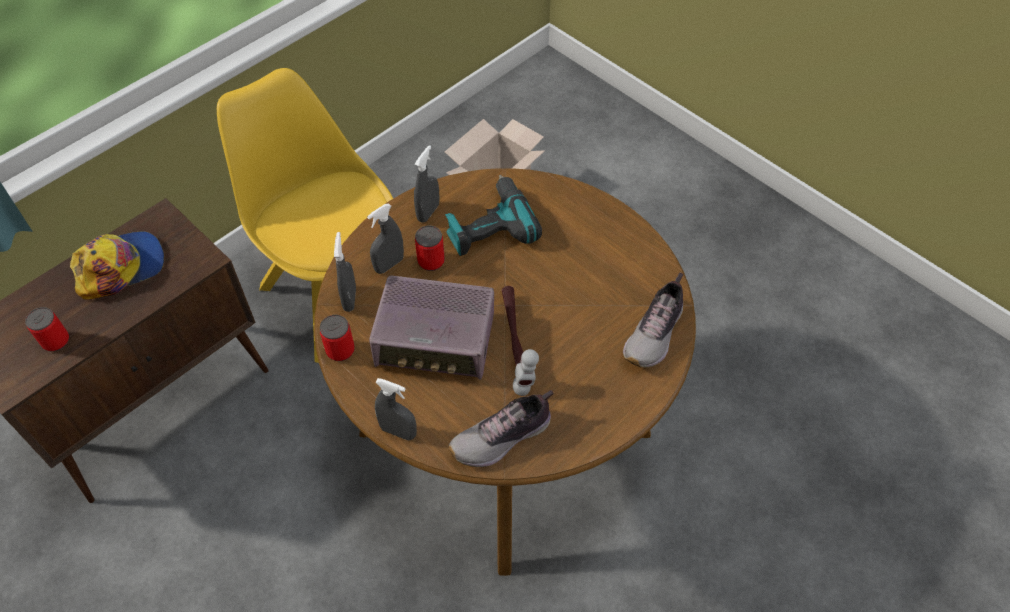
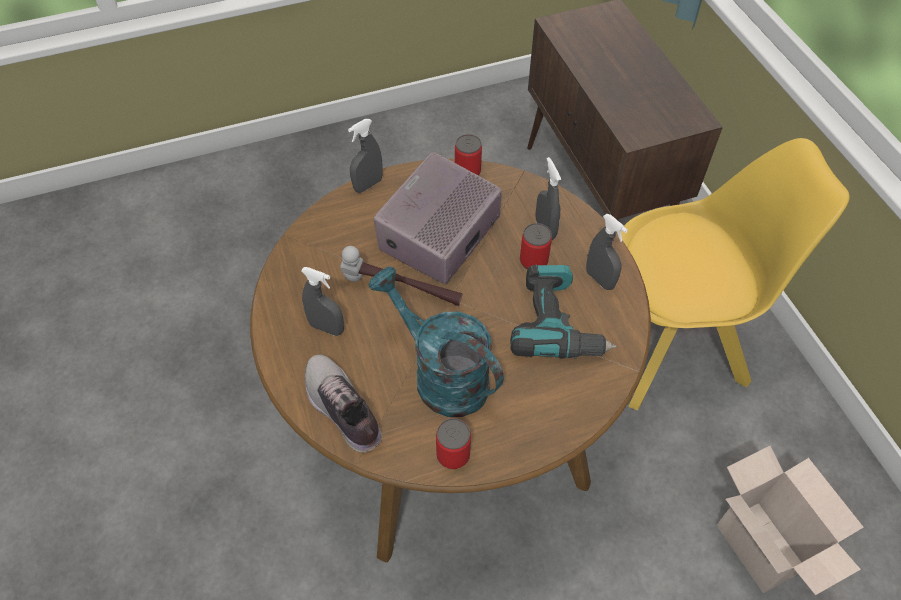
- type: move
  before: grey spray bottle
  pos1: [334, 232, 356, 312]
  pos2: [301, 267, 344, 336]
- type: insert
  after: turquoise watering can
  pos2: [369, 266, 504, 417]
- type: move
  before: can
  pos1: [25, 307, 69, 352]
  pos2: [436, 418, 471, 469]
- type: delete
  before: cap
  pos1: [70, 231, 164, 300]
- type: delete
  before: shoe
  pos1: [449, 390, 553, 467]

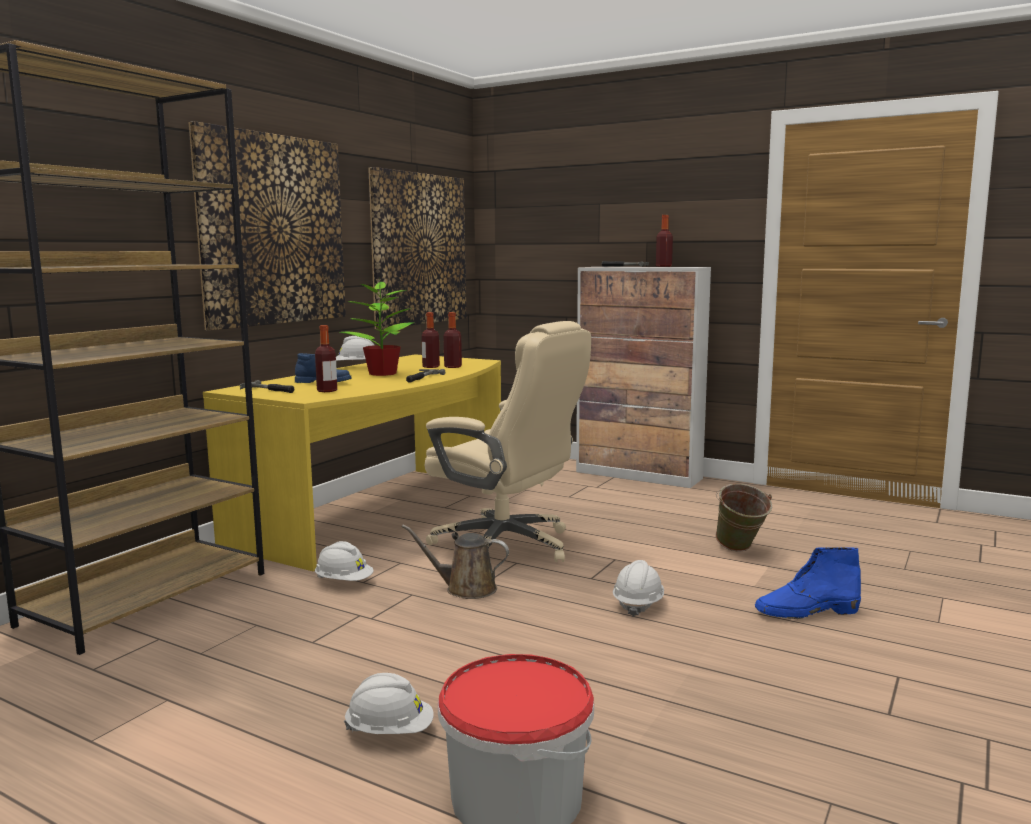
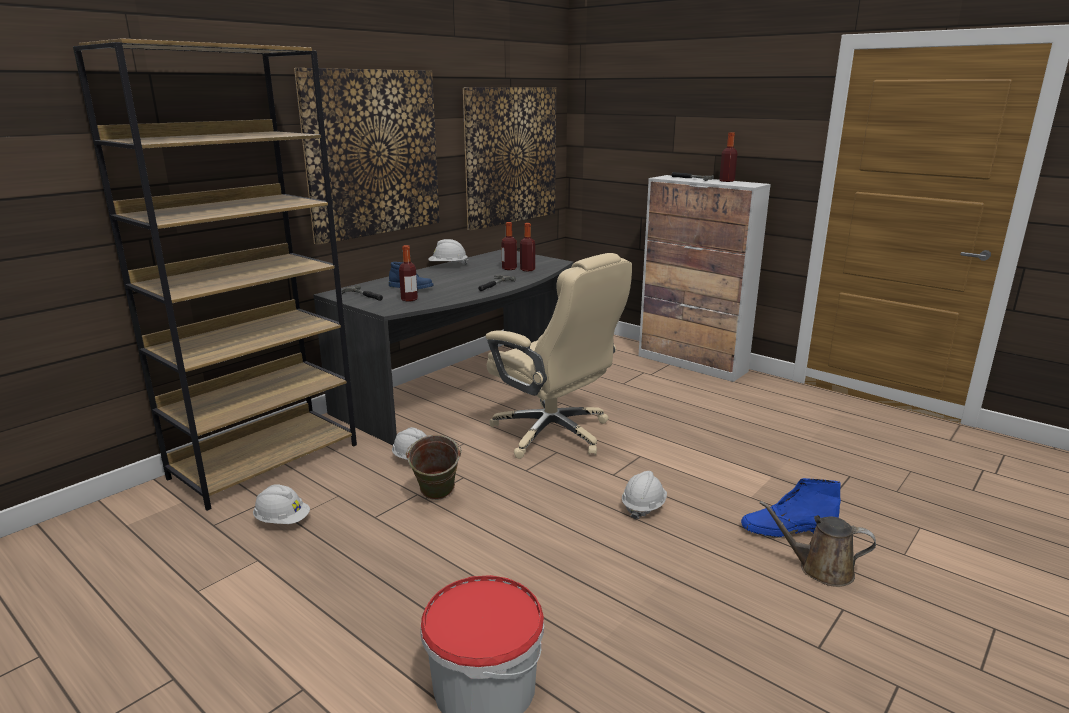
- type: move
  before: white hard hat
  pos1: [344, 673, 434, 734]
  pos2: [253, 484, 310, 524]
- type: recolor
  before: yellow desk
  after: grey desk
  pos1: [203, 354, 501, 571]
  pos2: [313, 249, 573, 445]
- type: move
  before: green bucket
  pos1: [715, 484, 772, 551]
  pos2: [406, 435, 462, 500]
- type: move
  before: brown watering can
  pos1: [402, 525, 509, 599]
  pos2: [760, 501, 876, 587]
- type: delete
  before: potted plant
  pos1: [340, 279, 413, 376]

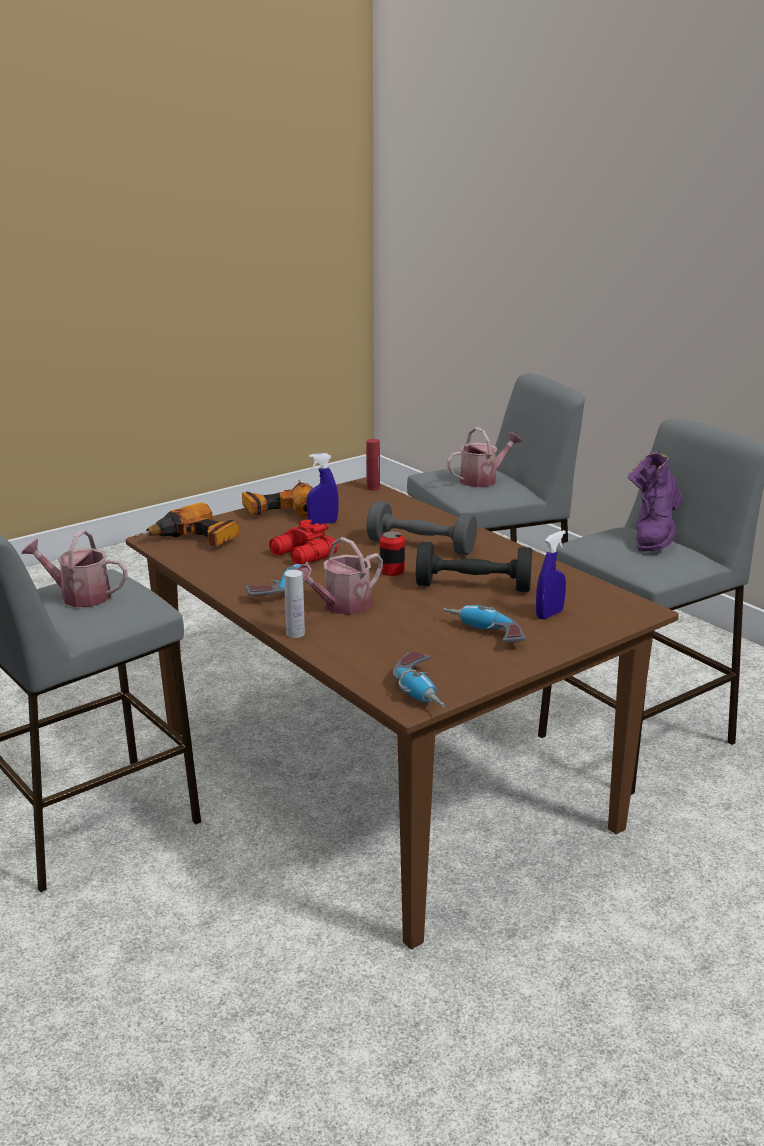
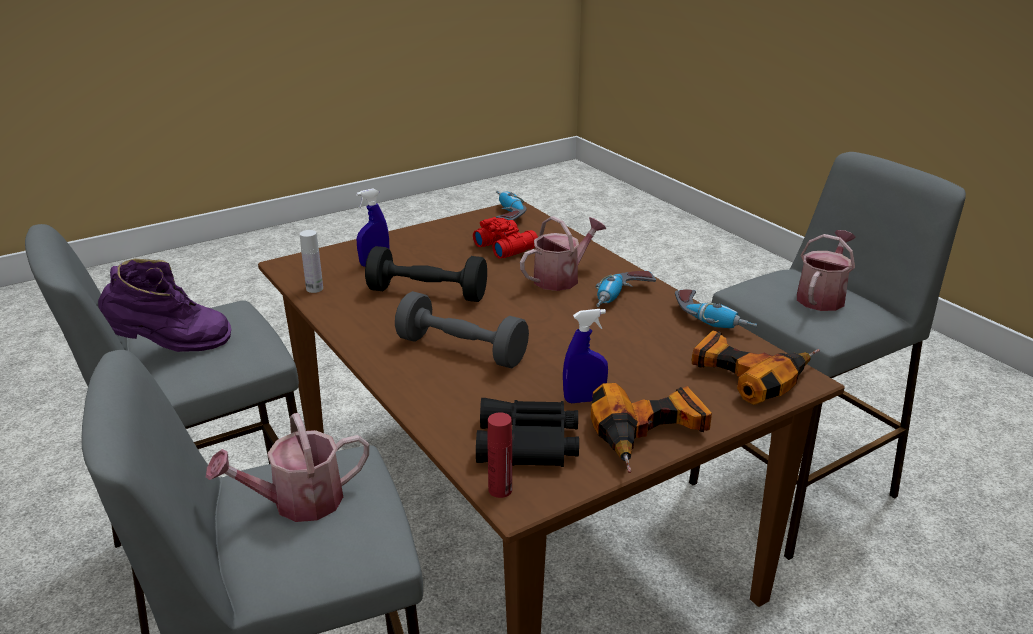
- type: rotate
  before: purple boot
  pos1: [628, 451, 683, 552]
  pos2: [98, 259, 231, 352]
  turn: 45
- type: move
  before: white bottle
  pos1: [285, 570, 305, 638]
  pos2: [300, 230, 323, 293]
- type: move
  before: red binoculars
  pos1: [269, 520, 337, 565]
  pos2: [473, 217, 538, 258]
- type: insert
  after: black binoculars
  pos2: [476, 398, 579, 467]
- type: move
  before: power drill
  pos1: [443, 605, 525, 642]
  pos2: [675, 289, 757, 328]
- type: rotate
  before: watering can
  pos1: [21, 530, 127, 607]
  pos2: [797, 230, 856, 311]
  turn: -75
- type: delete
  before: can
  pos1: [380, 531, 405, 576]

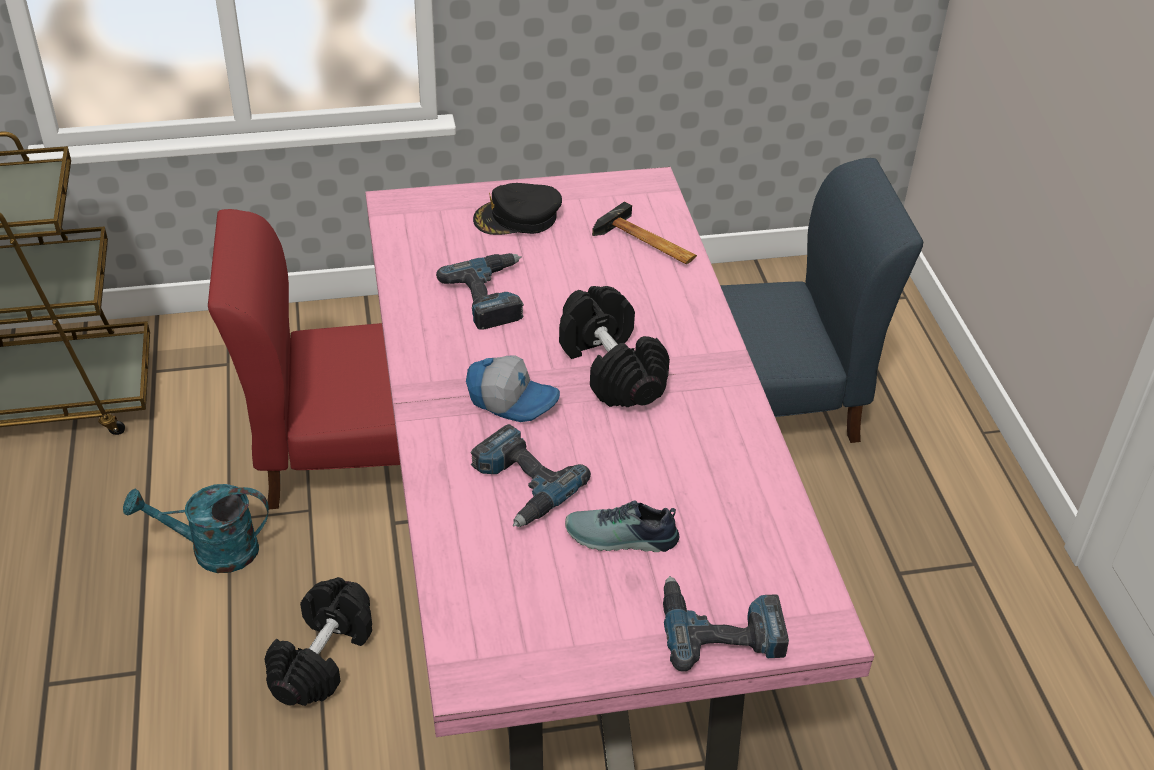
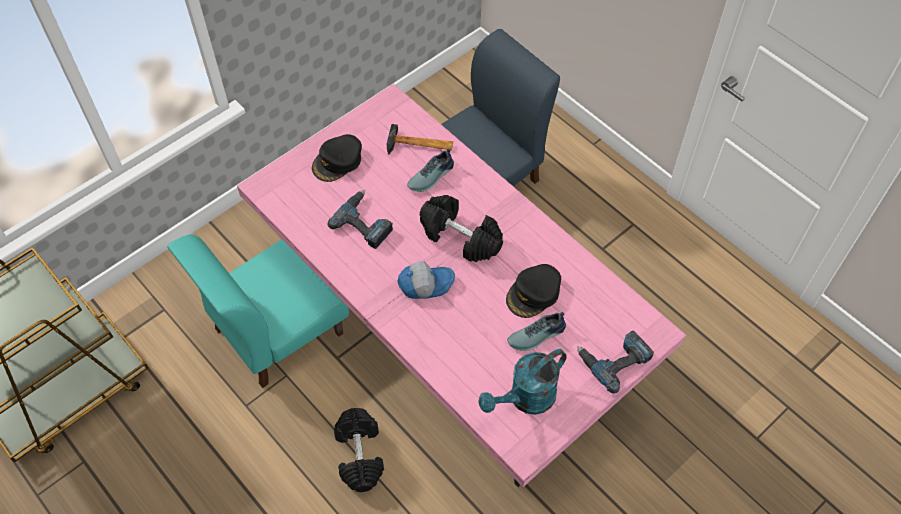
- type: recolor
  before: red chair
  after: turquoise chair
  pos1: [208, 209, 400, 509]
  pos2: [167, 234, 349, 388]
- type: insert
  after: shoe
  pos2: [407, 148, 454, 192]
- type: move
  before: turquoise watering can
  pos1: [123, 484, 269, 573]
  pos2: [478, 349, 567, 415]
- type: insert
  after: black cap
  pos2: [506, 264, 561, 318]
- type: delete
  before: power drill
  pos1: [471, 424, 591, 527]

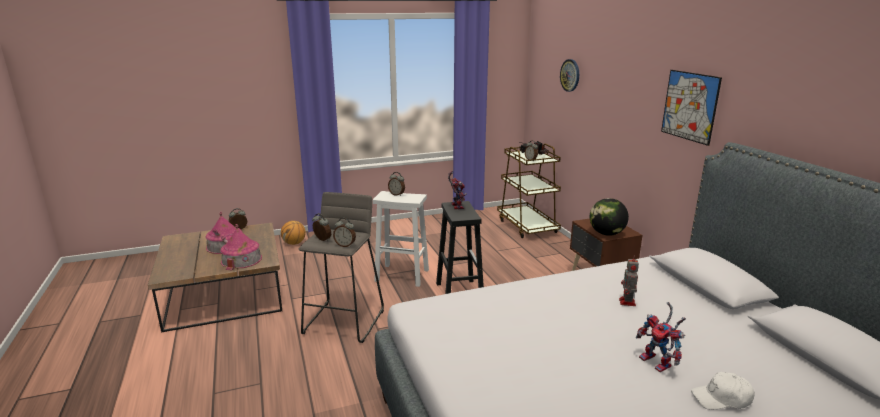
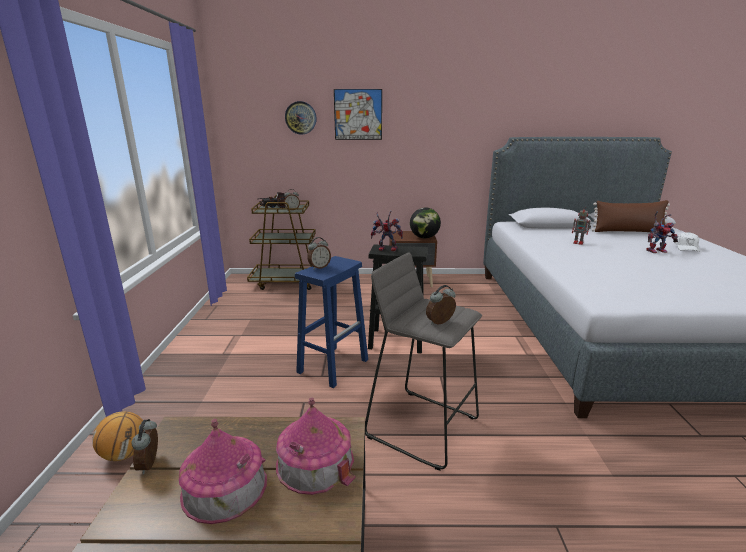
- type: recolor
  before: white stool
  after: blue stool
  pos1: [373, 191, 429, 287]
  pos2: [295, 256, 368, 388]
- type: move
  before: picture
  pos1: [661, 70, 722, 146]
  pos2: [334, 89, 382, 140]
- type: insert
  after: brown pillow
  pos2: [592, 200, 670, 232]
- type: delete
  before: alarm clock
  pos1: [333, 218, 356, 247]

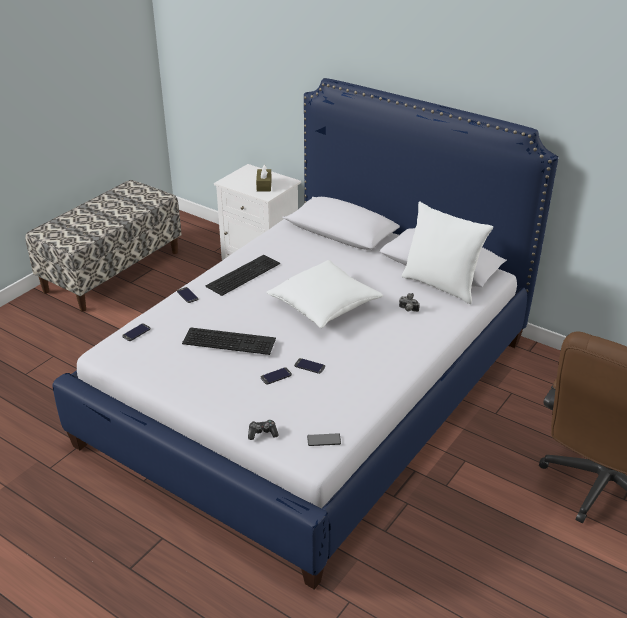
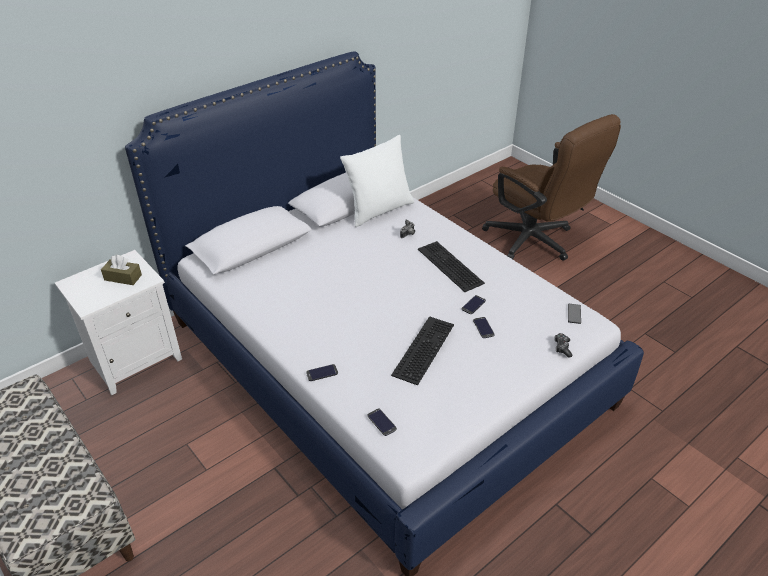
- type: move
  before: keyboard
  pos1: [205, 255, 280, 296]
  pos2: [418, 241, 485, 292]
- type: delete
  before: white pillow
  pos1: [266, 260, 383, 328]

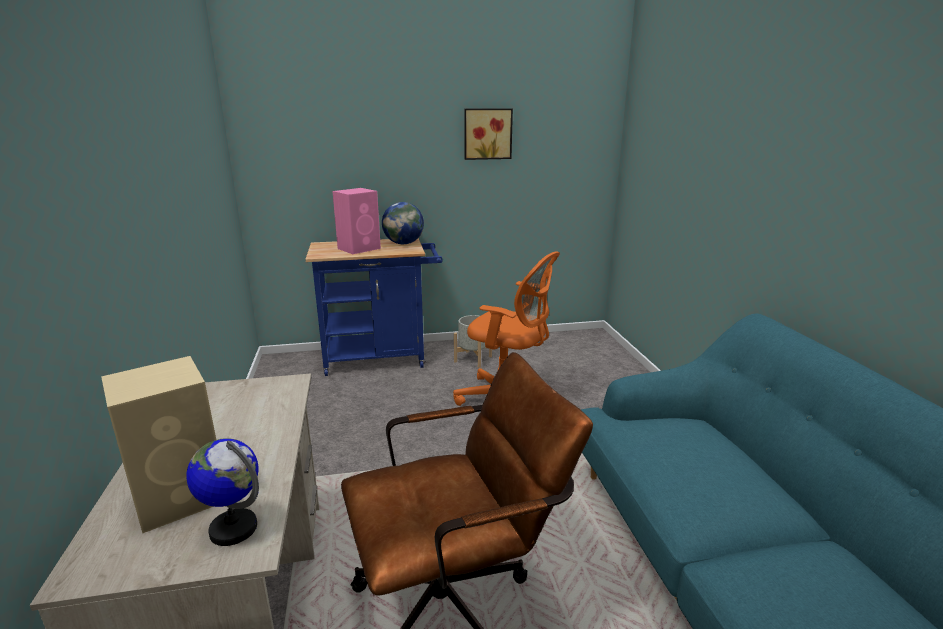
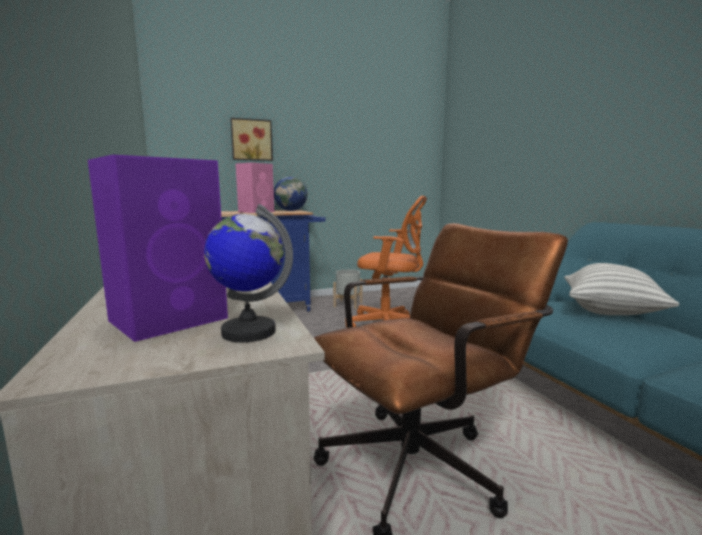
- type: recolor
  before: beige speaker
  after: purple speaker
  pos1: [101, 356, 216, 533]
  pos2: [88, 155, 228, 342]
- type: move
  before: picture
  pos1: [464, 109, 513, 160]
  pos2: [230, 118, 273, 161]
- type: insert
  after: pillow
  pos2: [564, 263, 679, 315]

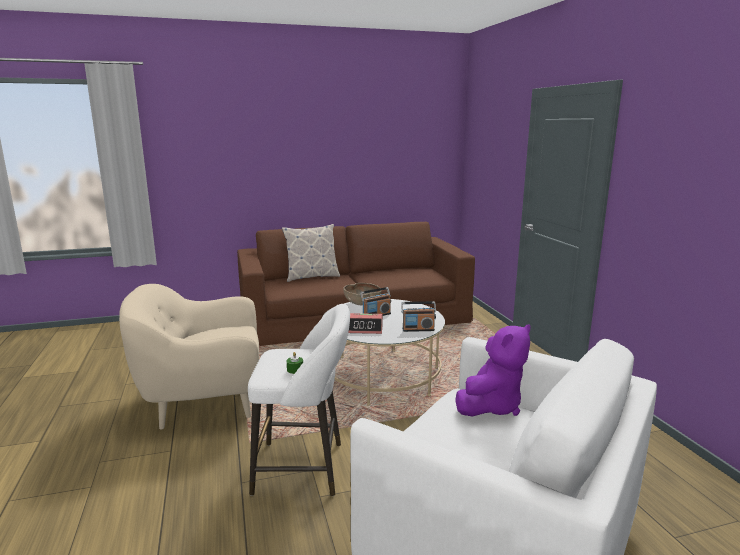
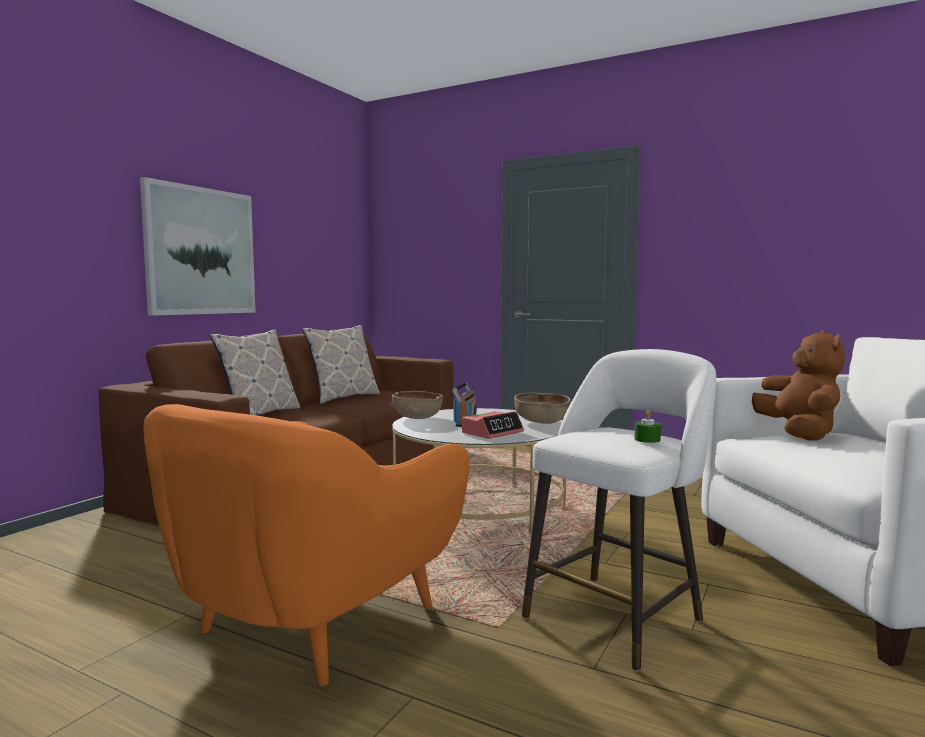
- type: insert
  after: picture
  pos2: [140, 177, 256, 316]
- type: recolor
  before: beige armchair
  after: orange armchair
  pos1: [119, 284, 259, 429]
  pos2: [143, 404, 470, 686]
- type: insert
  after: pillow
  pos2: [302, 325, 380, 404]
- type: replace
  before: radio
  after: brown bowl
  pos1: [401, 301, 436, 332]
  pos2: [514, 392, 571, 424]
- type: recolor
  before: purple plush toy
  after: brown plush toy
  pos1: [455, 324, 530, 417]
  pos2: [752, 330, 845, 441]

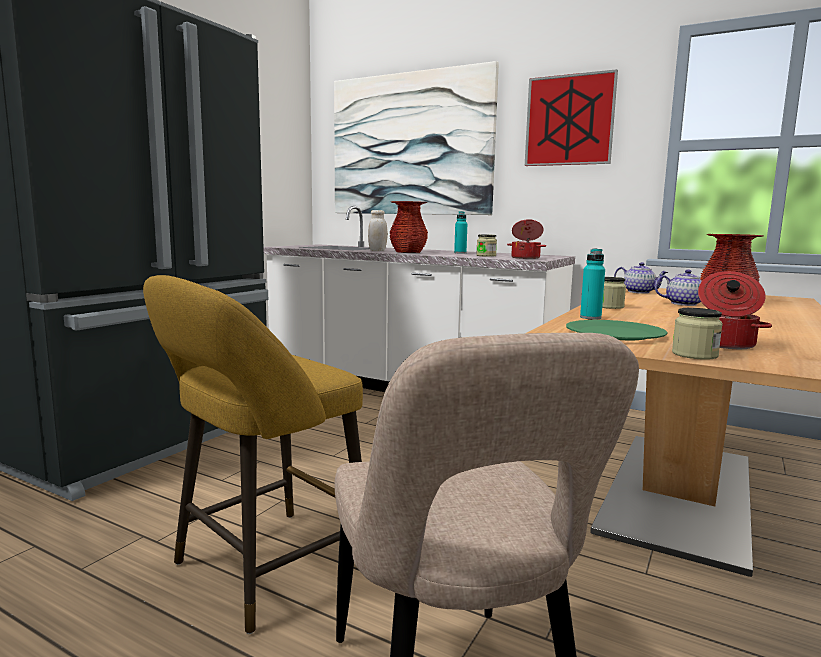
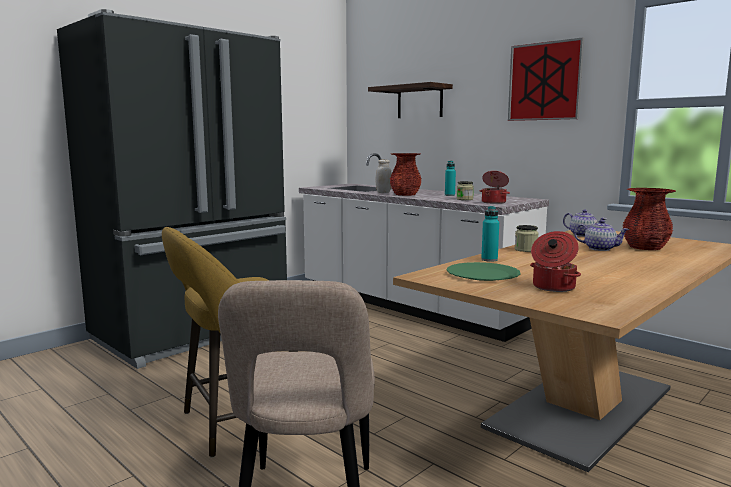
- type: replace
  before: picture
  after: shelf
  pos1: [334, 61, 499, 215]
  pos2: [368, 82, 453, 118]
- type: delete
  before: jar
  pos1: [672, 308, 723, 360]

